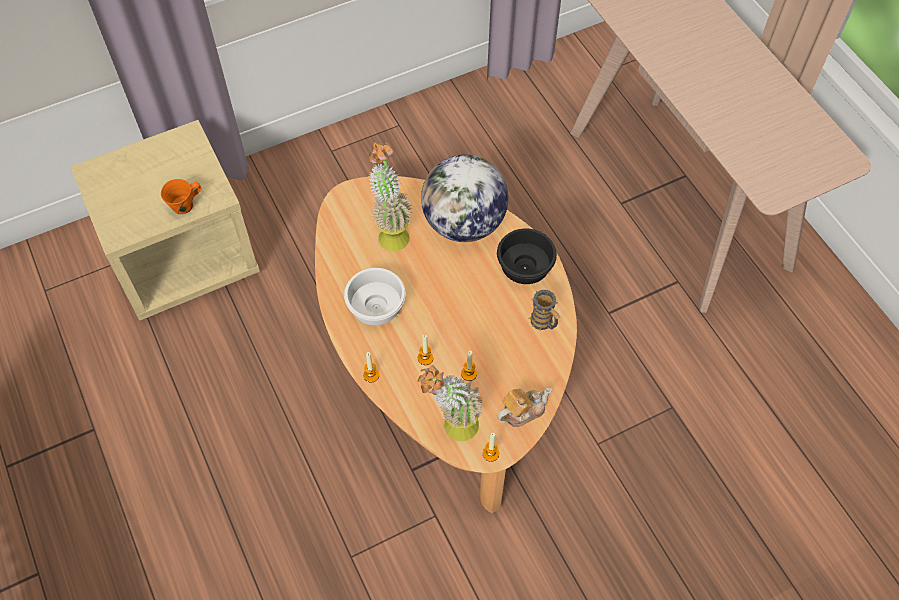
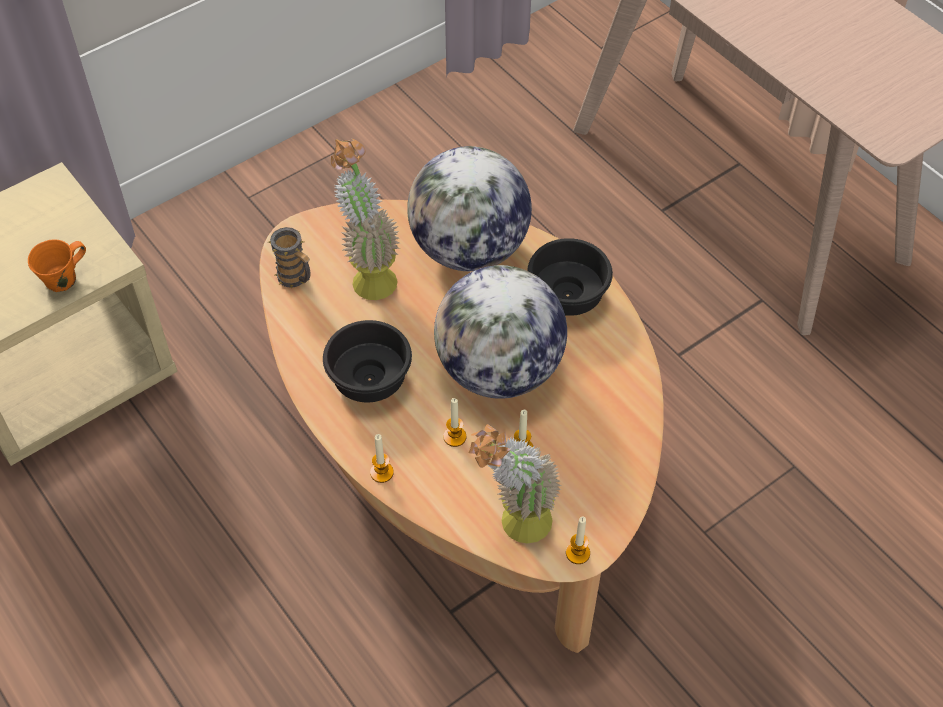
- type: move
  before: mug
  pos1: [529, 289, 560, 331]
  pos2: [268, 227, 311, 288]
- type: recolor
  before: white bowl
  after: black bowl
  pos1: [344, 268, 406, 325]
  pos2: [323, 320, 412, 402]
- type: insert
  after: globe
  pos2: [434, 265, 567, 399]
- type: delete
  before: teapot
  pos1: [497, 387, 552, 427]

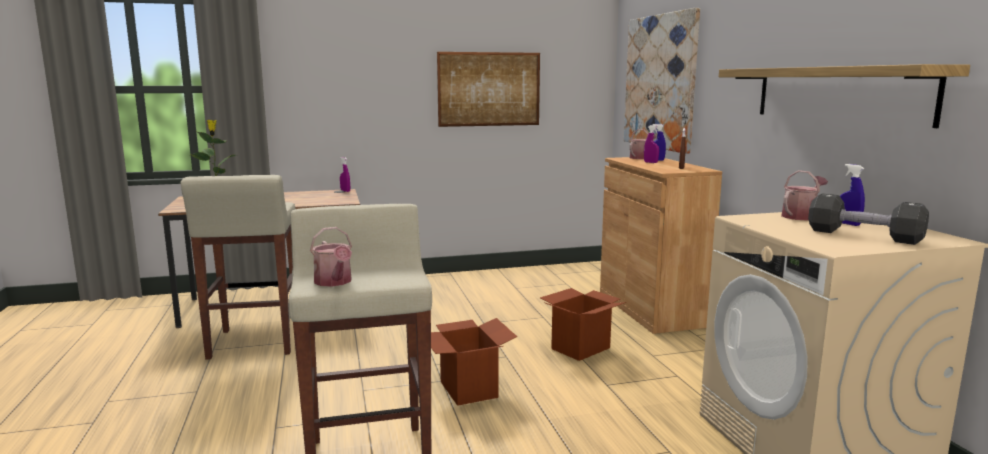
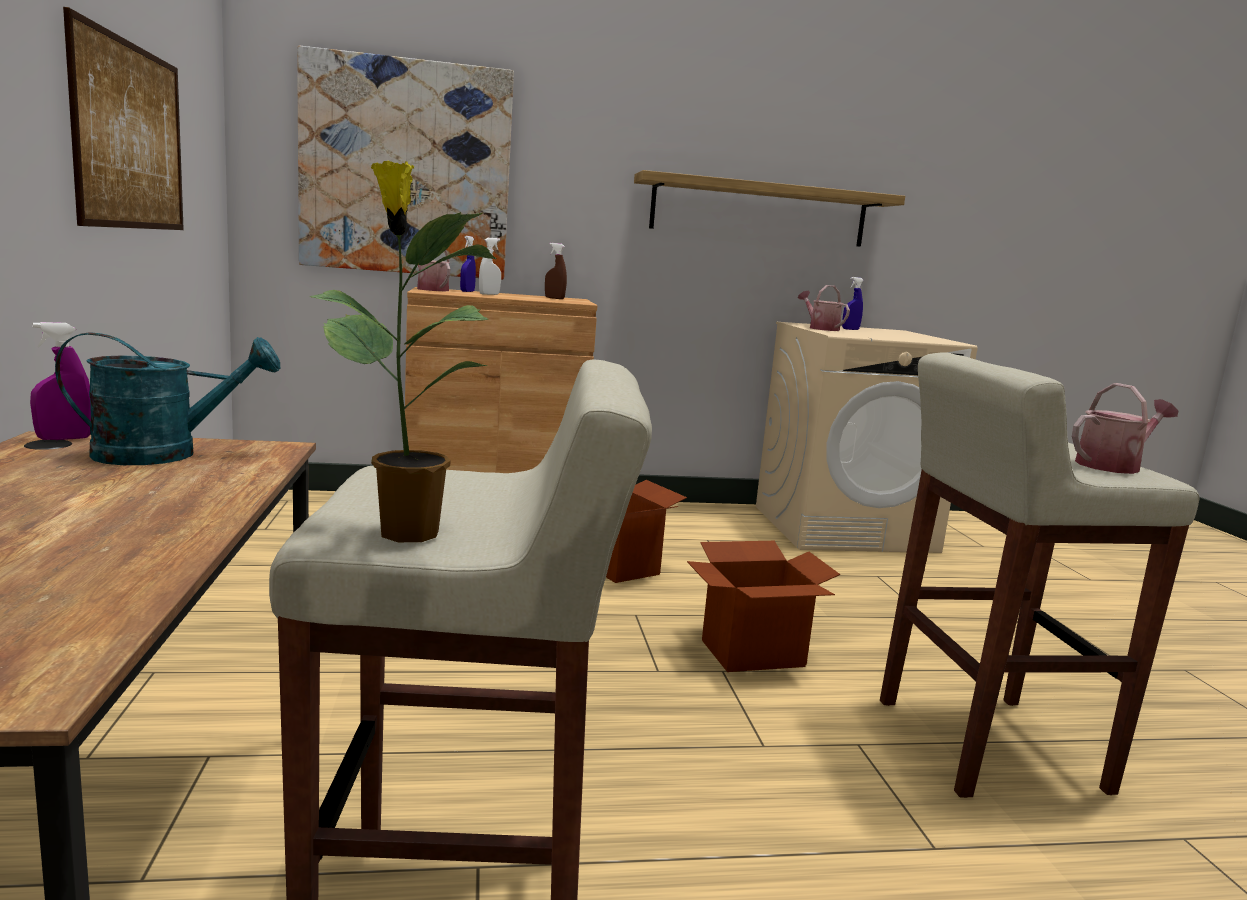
- type: insert
  after: turquoise watering can
  pos2: [55, 332, 280, 465]
- type: recolor
  before: purple spray bottle
  after: white spray bottle
  pos1: [644, 125, 659, 163]
  pos2: [479, 238, 501, 295]
- type: delete
  before: black dumbbell
  pos1: [808, 193, 929, 245]

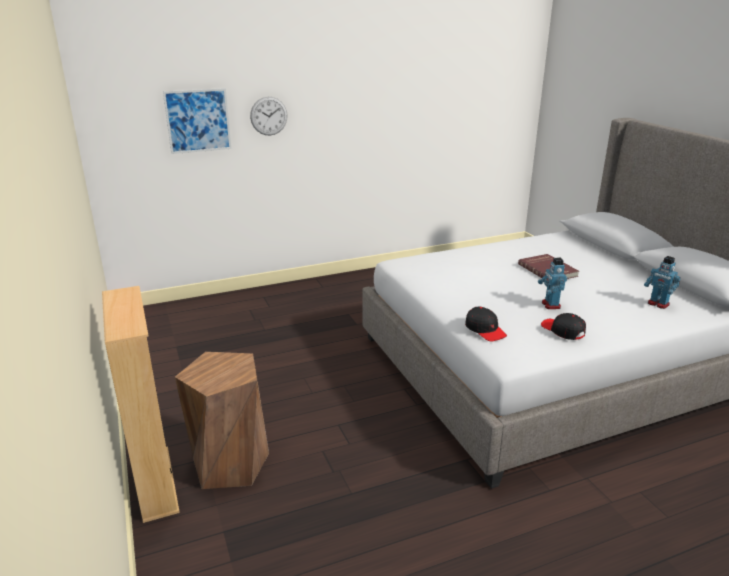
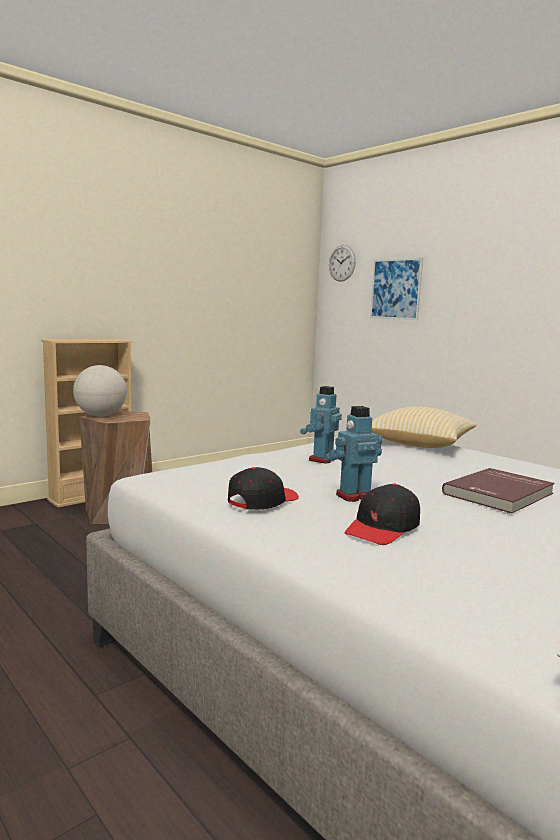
- type: insert
  after: globe
  pos2: [73, 365, 127, 417]
- type: move
  before: toy robot
  pos1: [644, 256, 681, 309]
  pos2: [300, 386, 342, 464]
- type: move
  before: wall clock
  pos1: [250, 97, 288, 135]
  pos2: [329, 245, 356, 282]
- type: move
  before: black cap
  pos1: [465, 307, 507, 342]
  pos2: [345, 483, 420, 545]
- type: insert
  after: pillow
  pos2: [371, 406, 477, 448]

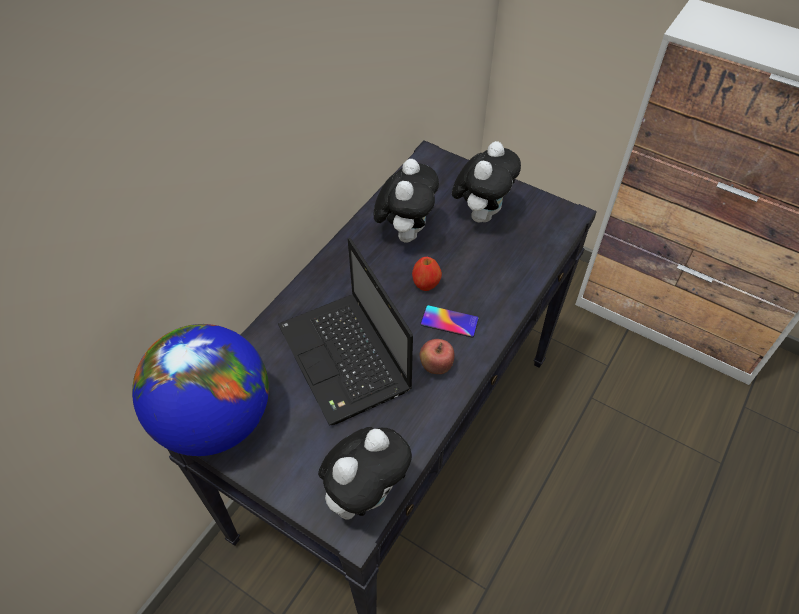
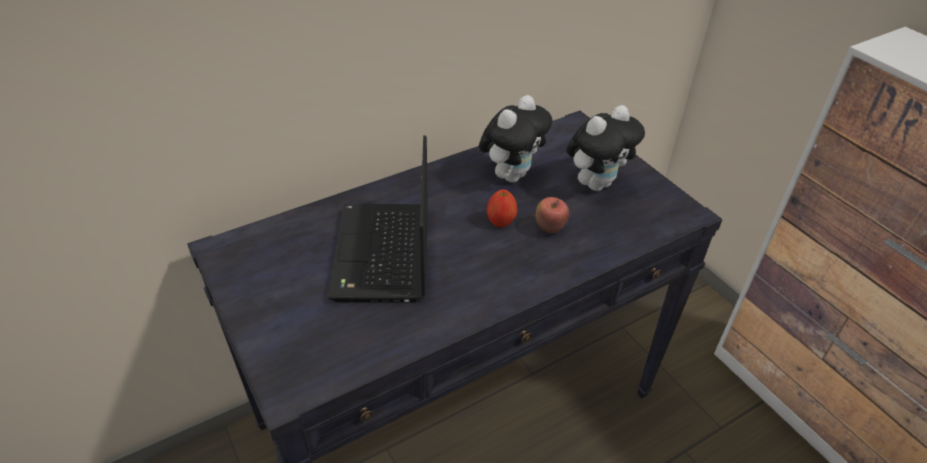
- type: move
  before: apple
  pos1: [420, 339, 454, 374]
  pos2: [536, 197, 569, 233]
- type: delete
  before: globe
  pos1: [132, 324, 269, 456]
- type: delete
  before: plush toy
  pos1: [318, 427, 412, 520]
- type: delete
  before: phone
  pos1: [420, 305, 479, 337]

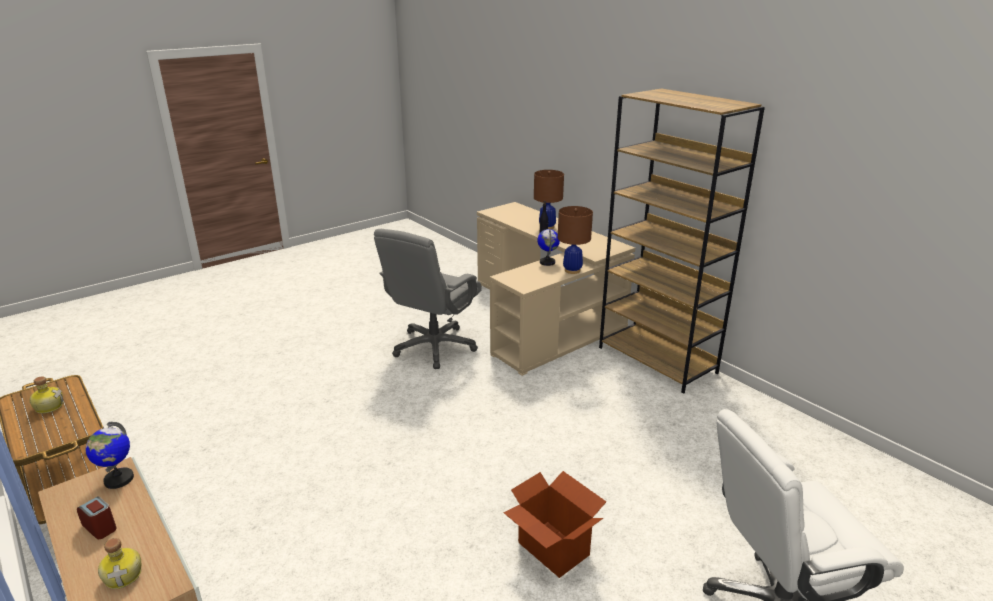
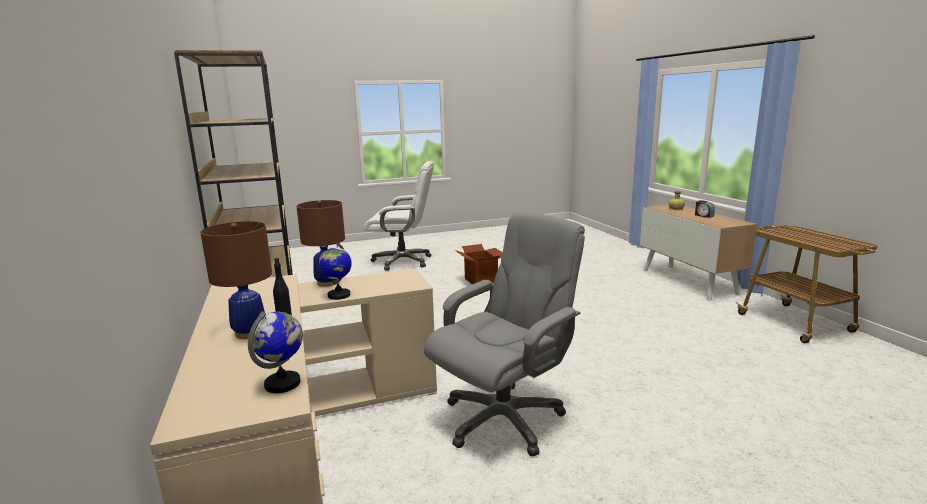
- type: move
  before: globe
  pos1: [85, 422, 134, 489]
  pos2: [248, 311, 303, 393]
- type: delete
  before: bottle
  pos1: [29, 376, 63, 414]

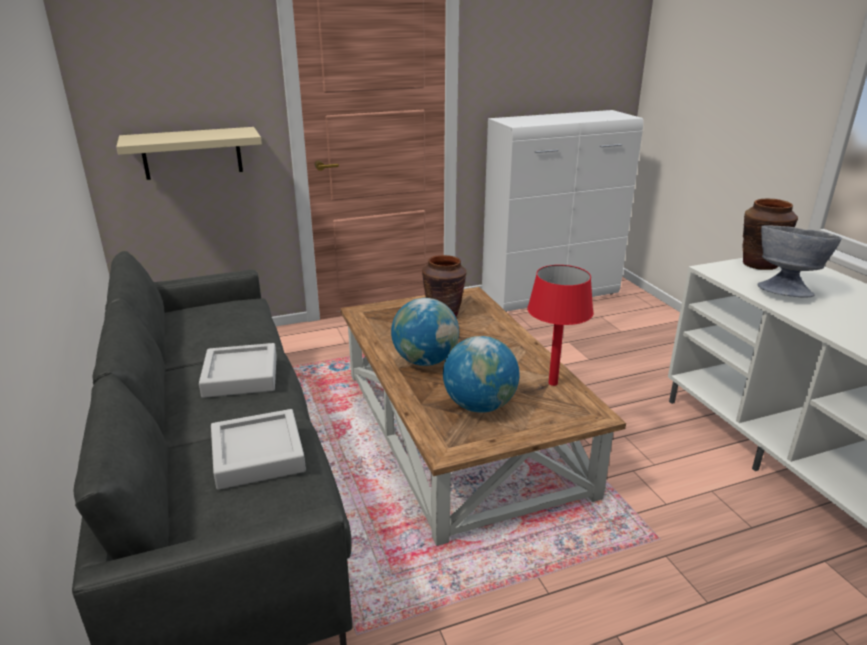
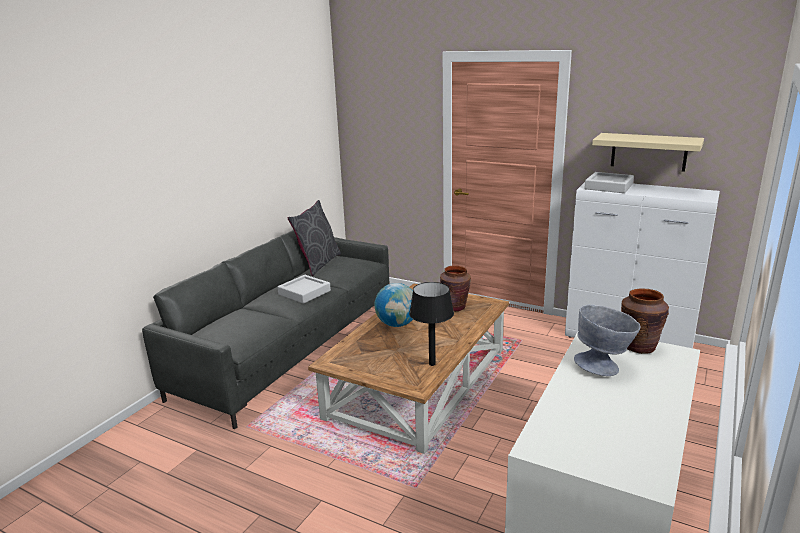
- type: insert
  after: grey pillow
  pos2: [287, 200, 341, 276]
- type: recolor
  before: red table lamp
  after: black table lamp
  pos1: [527, 265, 594, 386]
  pos2: [409, 282, 454, 366]
- type: move
  before: grey tray
  pos1: [211, 409, 306, 490]
  pos2: [584, 172, 634, 193]
- type: move
  before: beige shelf
  pos1: [116, 127, 262, 180]
  pos2: [592, 133, 704, 172]
- type: delete
  before: globe
  pos1: [443, 336, 519, 413]

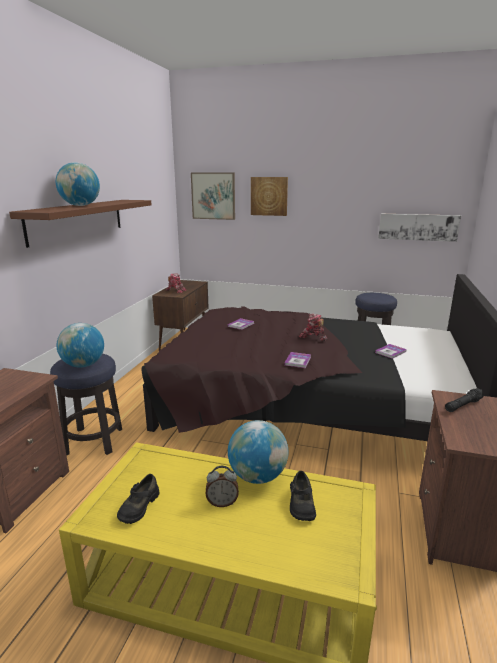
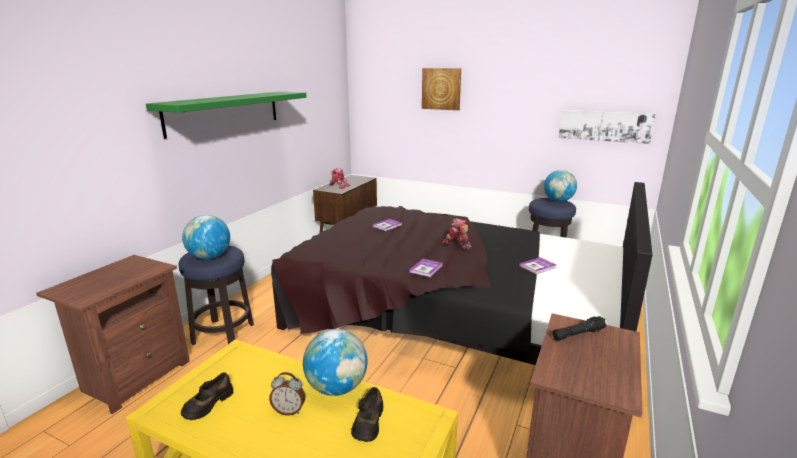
- type: recolor
  before: brown shelf
  after: green shelf
  pos1: [9, 200, 152, 248]
  pos2: [146, 92, 307, 139]
- type: move
  before: globe
  pos1: [56, 162, 100, 206]
  pos2: [544, 170, 577, 202]
- type: delete
  before: picture
  pos1: [191, 172, 235, 220]

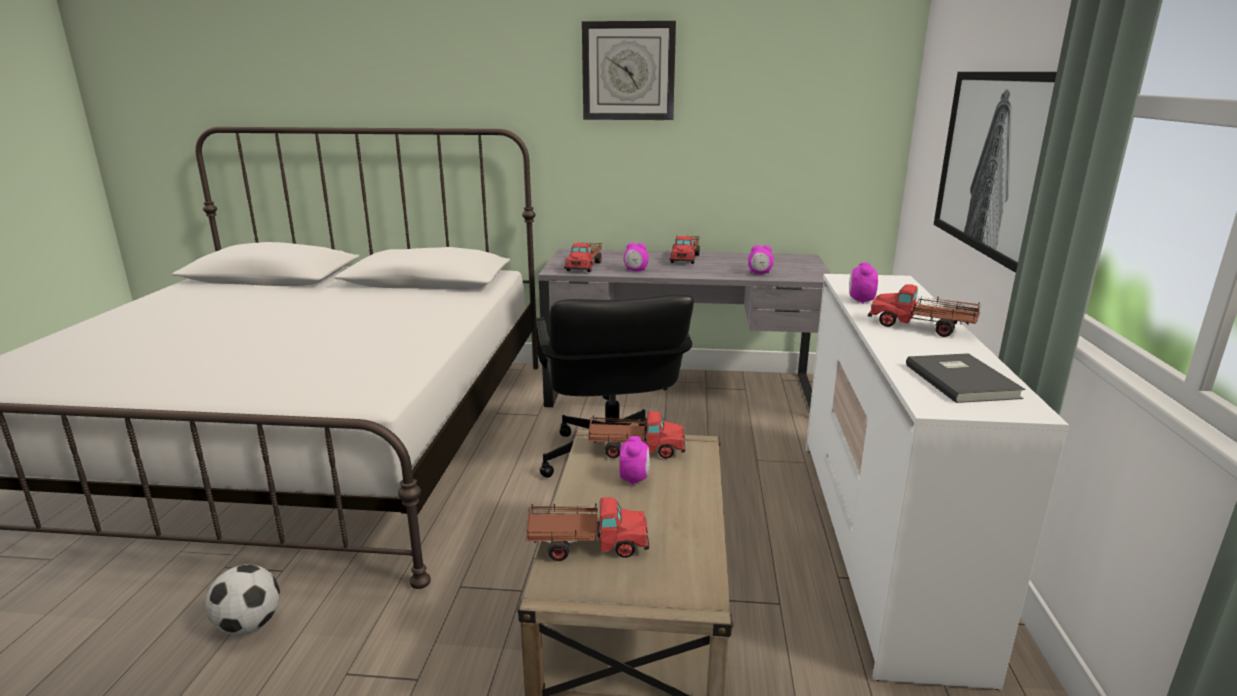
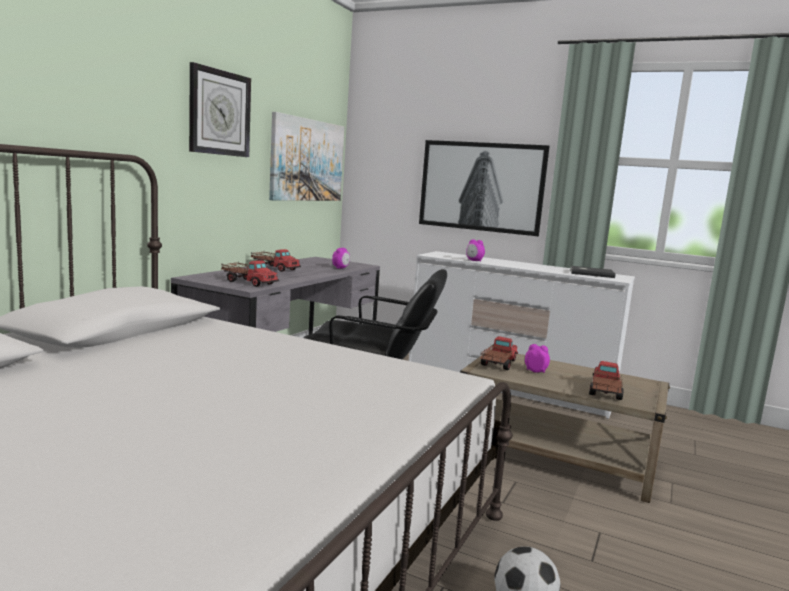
- type: insert
  after: picture
  pos2: [269, 112, 344, 201]
- type: delete
  before: alarm clock
  pos1: [624, 243, 649, 271]
- type: delete
  before: toy truck
  pos1: [868, 284, 982, 337]

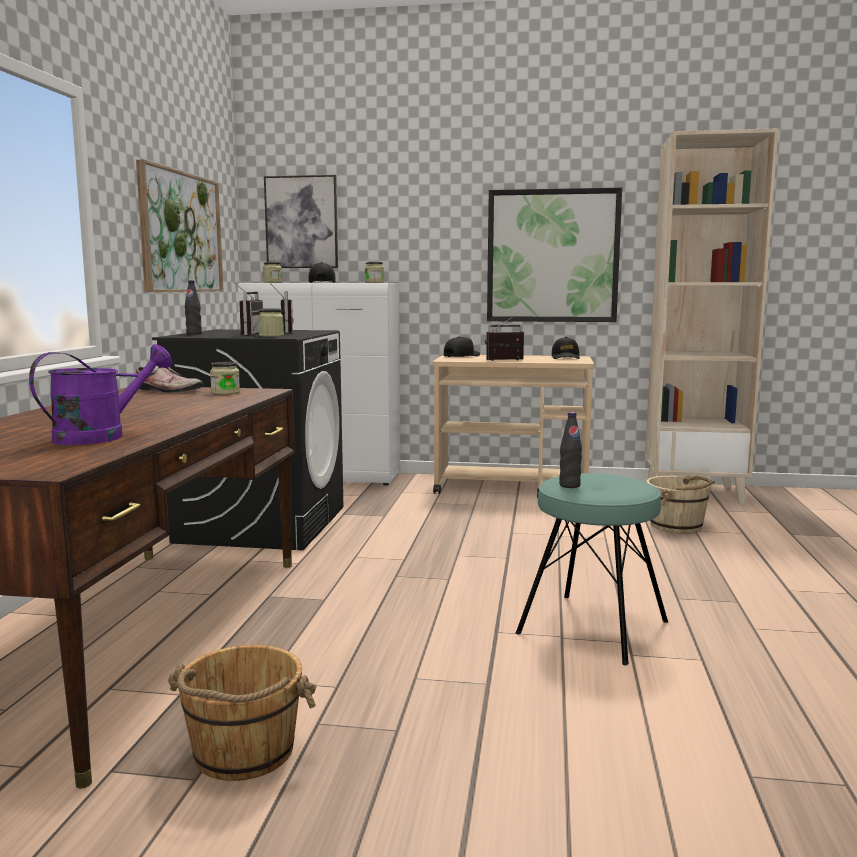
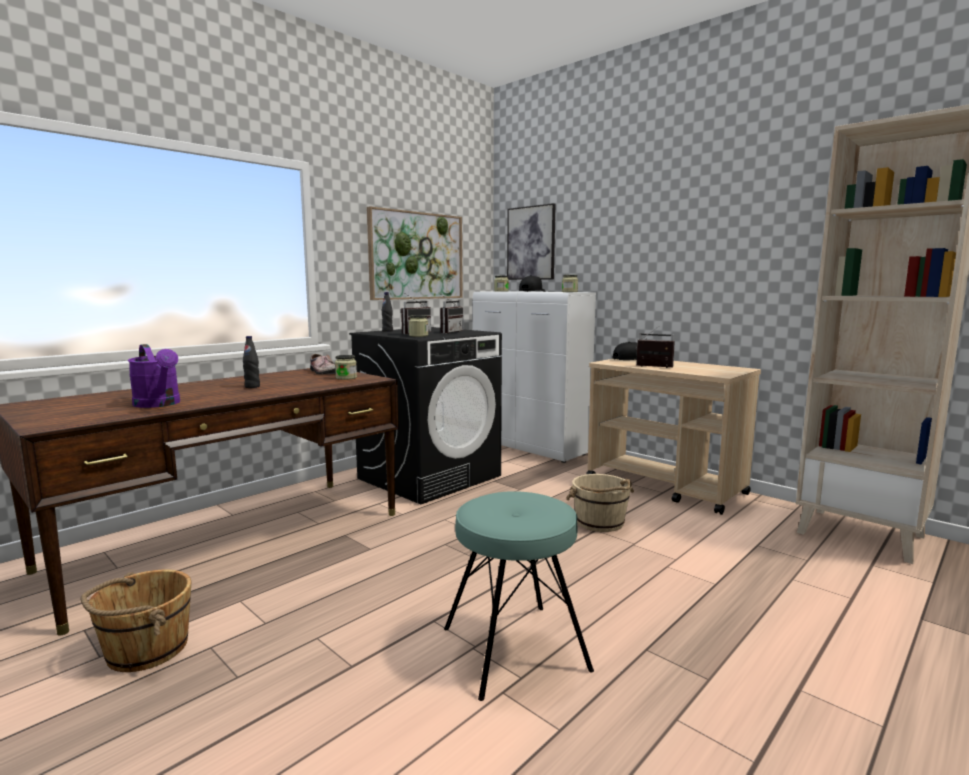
- type: rotate
  before: purple watering can
  pos1: [29, 344, 173, 445]
  pos2: [127, 344, 180, 408]
  turn: 60
- type: move
  before: black bottle
  pos1: [559, 412, 582, 488]
  pos2: [243, 336, 260, 388]
- type: move
  before: beige bucket
  pos1: [647, 476, 715, 533]
  pos2: [566, 474, 634, 532]
- type: delete
  before: picture
  pos1: [487, 188, 622, 322]
- type: delete
  before: black cap
  pos1: [551, 337, 580, 359]

